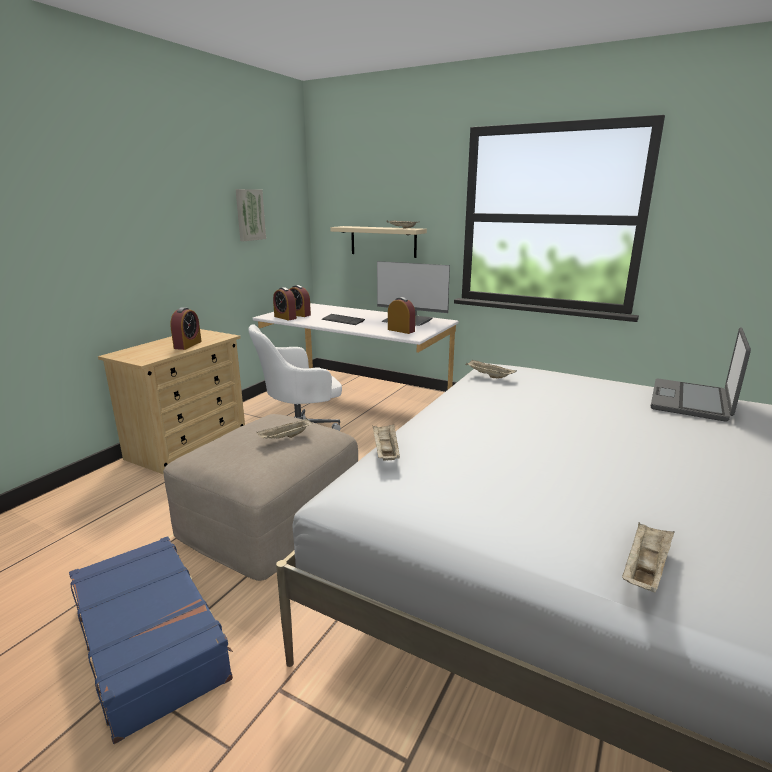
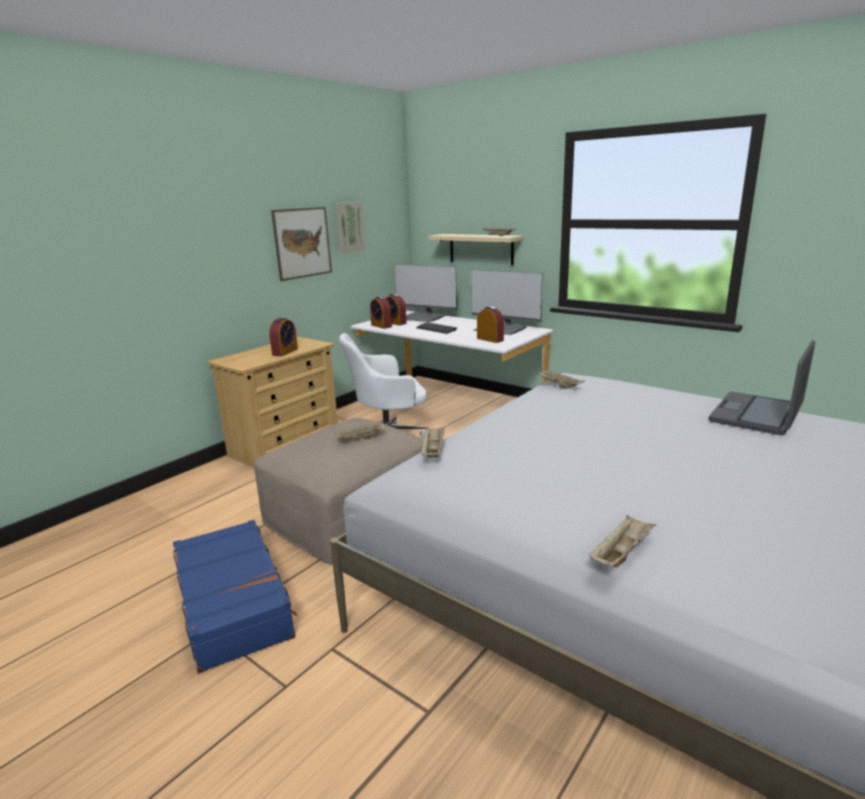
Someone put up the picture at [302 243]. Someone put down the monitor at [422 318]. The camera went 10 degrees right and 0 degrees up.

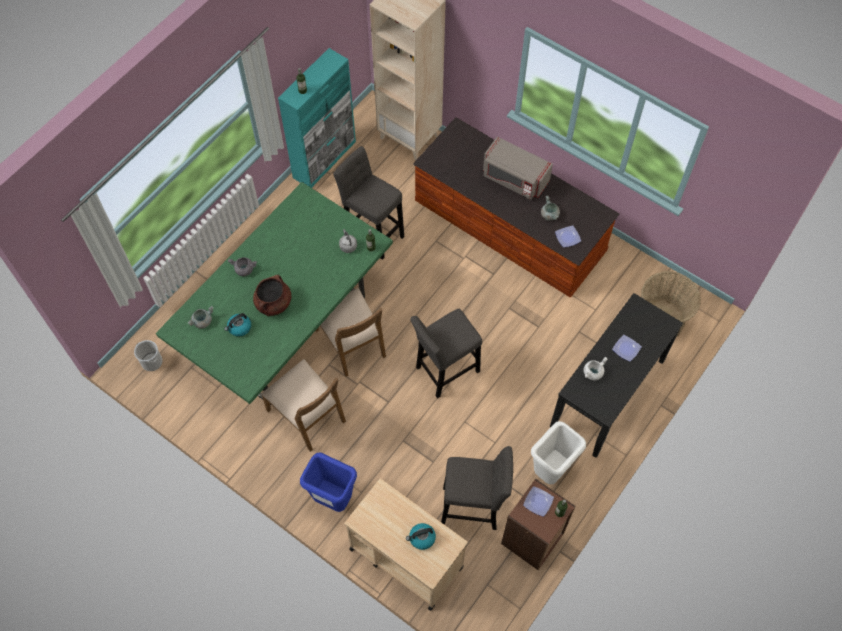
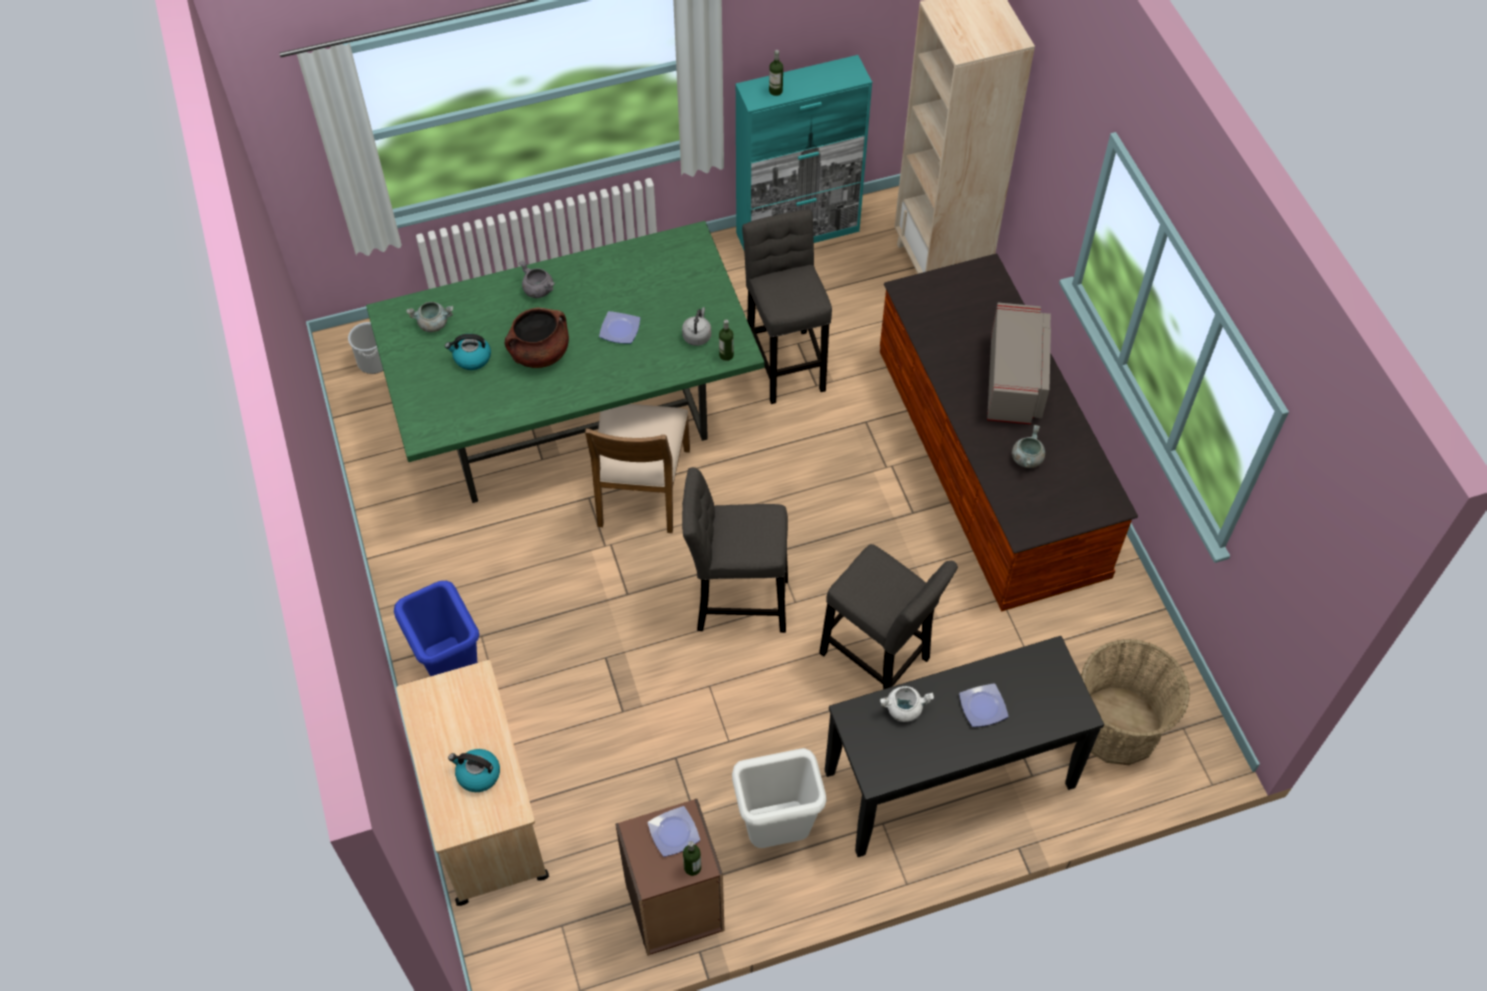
Someone took away the chair/brown at [307 415]. Someone carried the stool/grey from [473 507] to [878 661]. Someone carried the plate from [567 237] to [619 329]. Someone rotated the microwave/grey at [514 179] by 150 degrees counterclockwise. The camera went 35 degrees right and 5 degrees down.

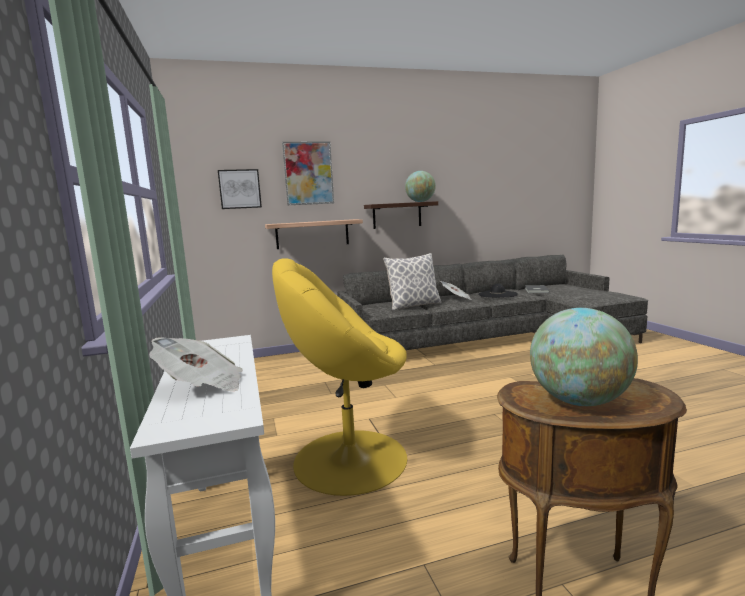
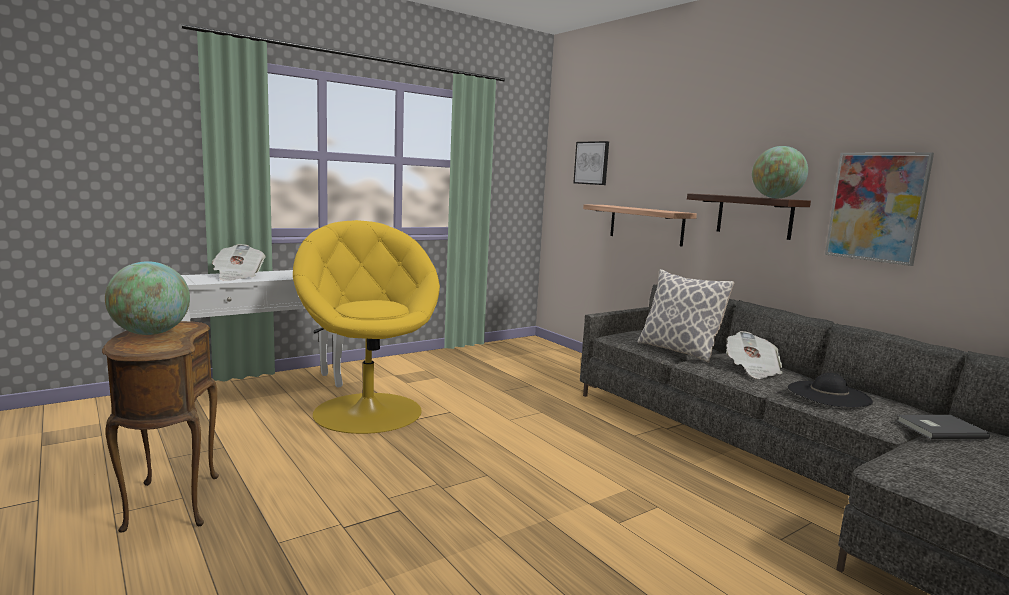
Someone carried the picture from [308 173] to [876 207]. The camera went 70 degrees right and 0 degrees up.

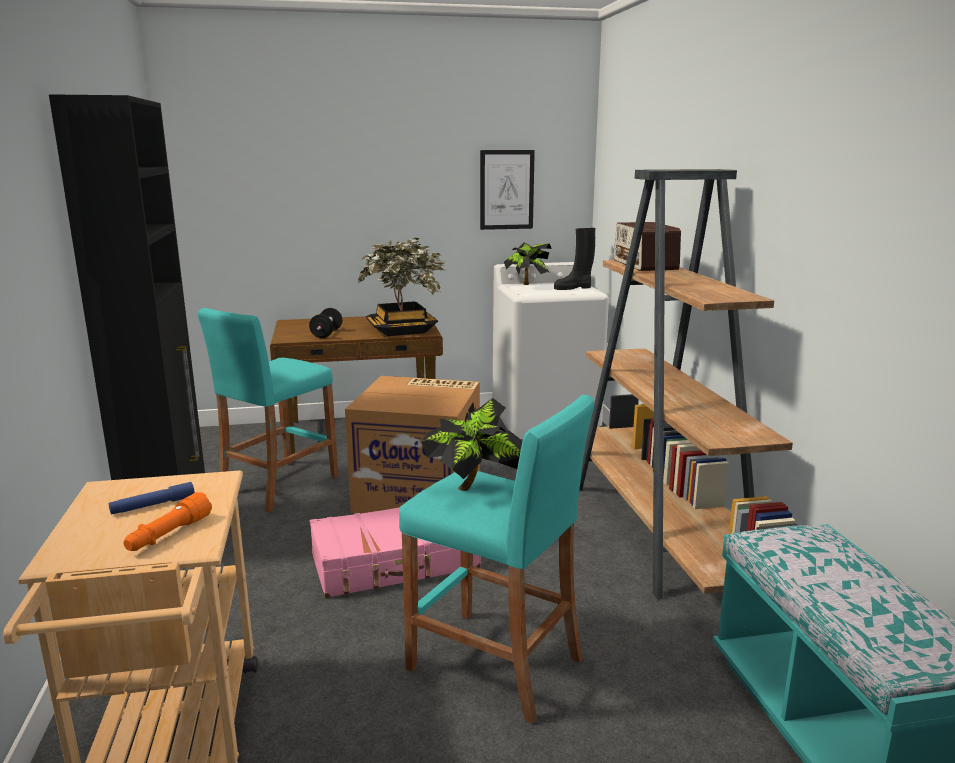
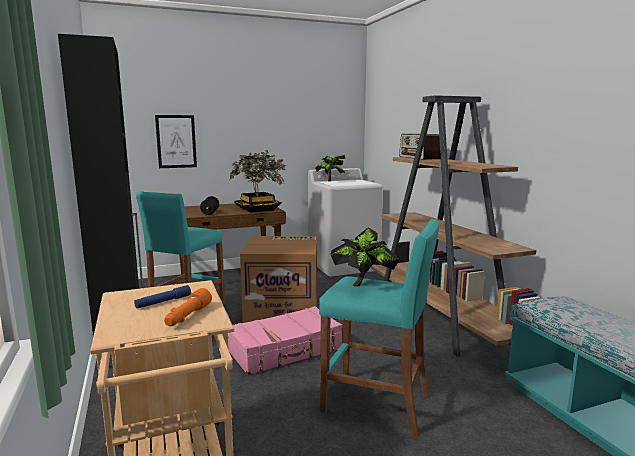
Someone took away the boot/black at [573 288]. Someone carried the picture from [506 190] to [176 141]. The camera went 10 degrees left and 5 degrees down.

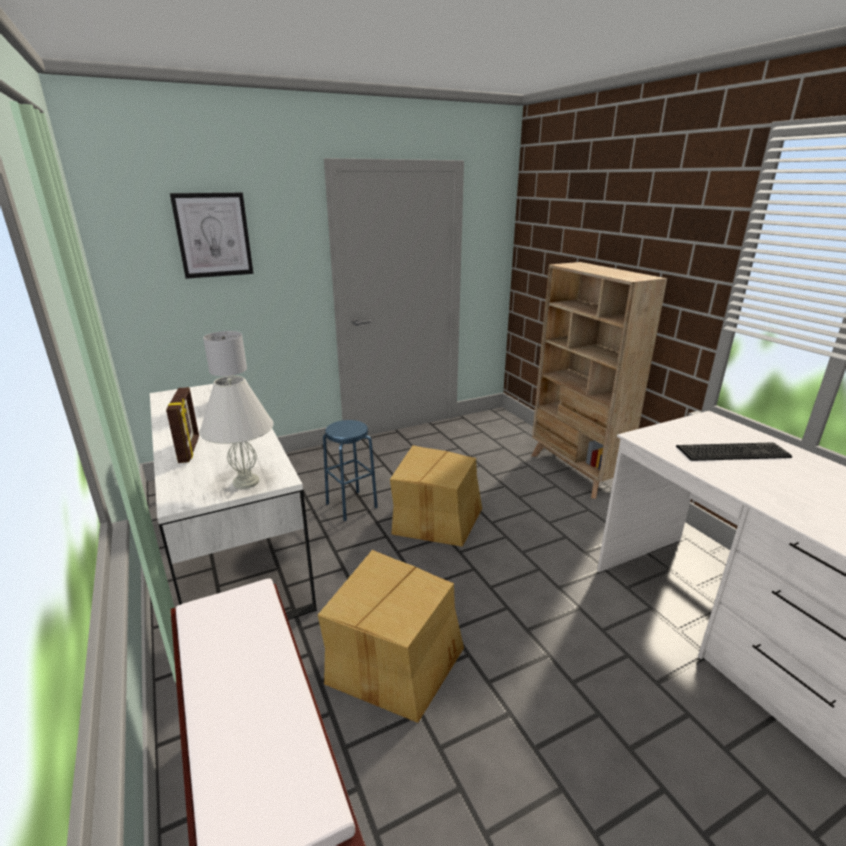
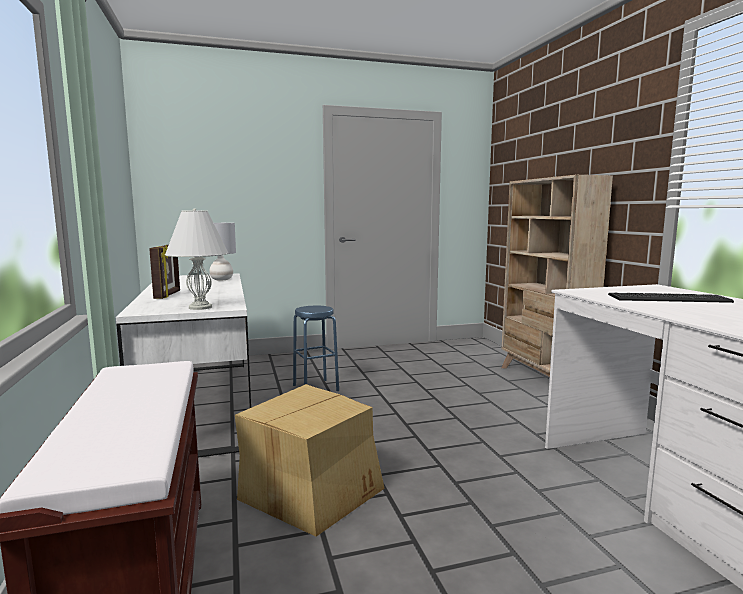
Someone took away the picture at [213 235]. Someone took away the cardboard box at [436 518]. The camera went 10 degrees right and 15 degrees down.

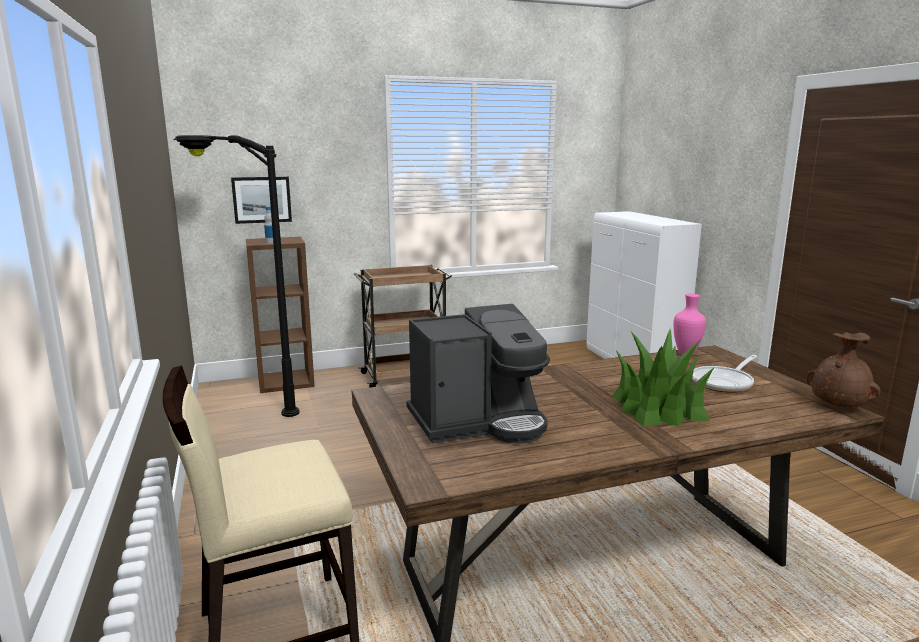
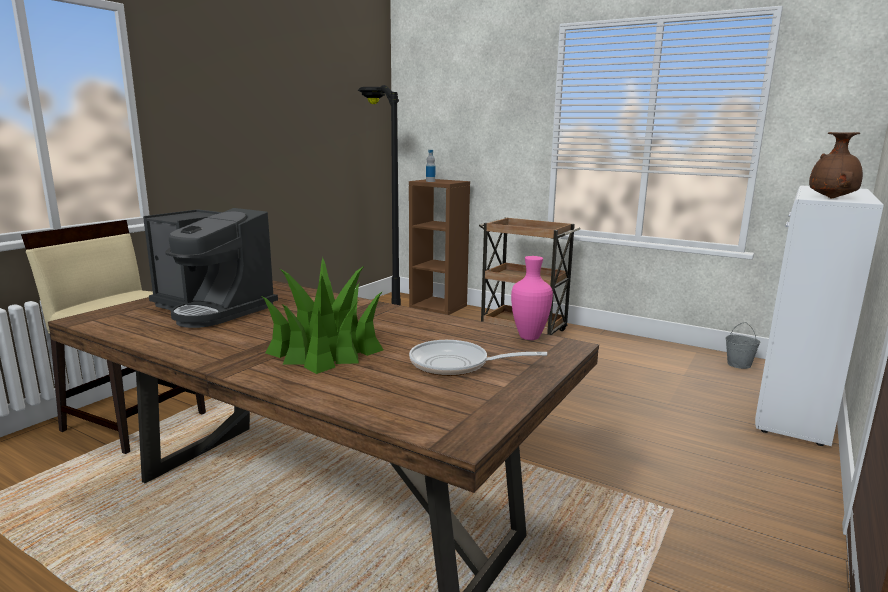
Someone took away the picture at [262 199]. Someone put down the bucket/grey at [739 364]. Someone carried the vase/brown from [838 406] to [832 198]. The camera went 50 degrees right and 0 degrees up.

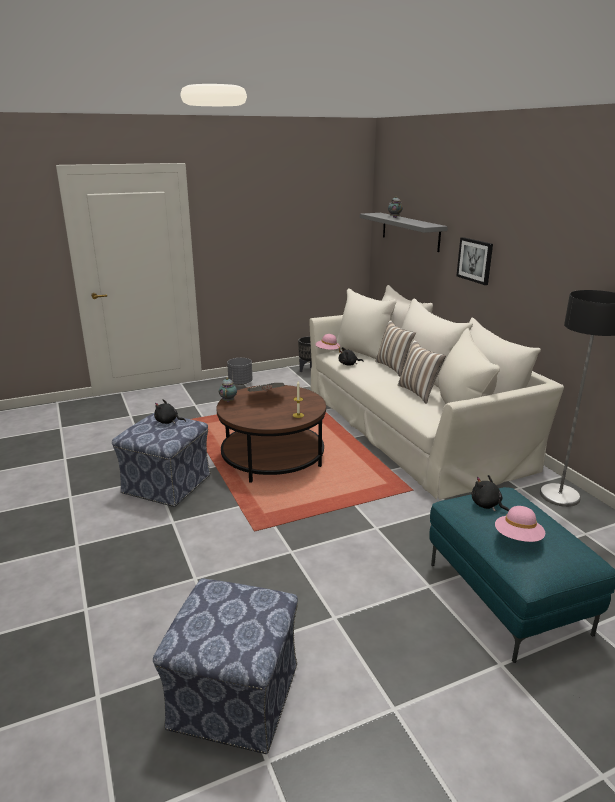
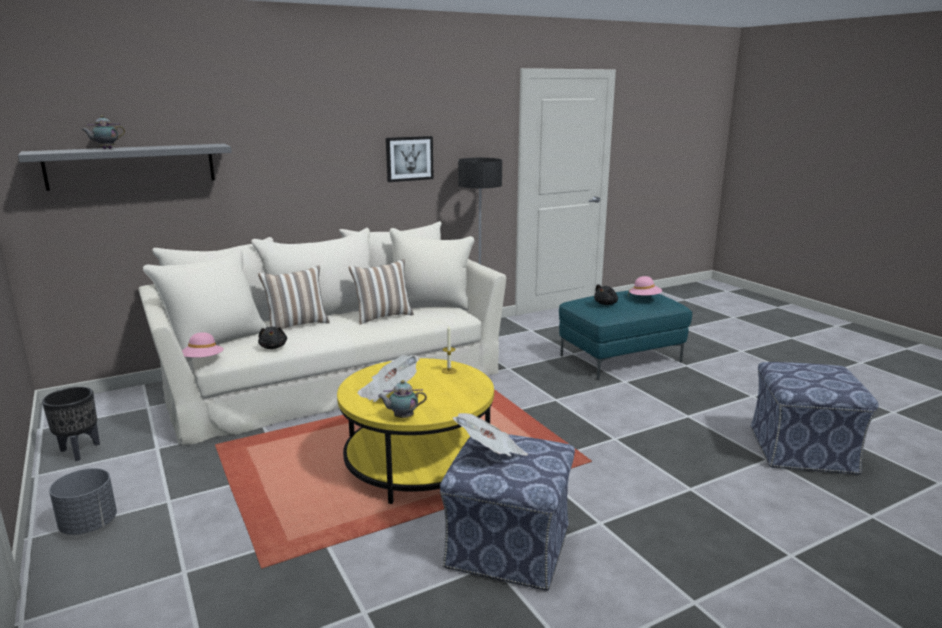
Someone carried the picture from [475 260] to [409 158]. Someone swapped the plush toy/black at [168 422] for the newspaper at [490 452]. Someone repainted the coffee table/brown at [273 458], which became the coffee table/yellow at [418 463]. The camera went 95 degrees left and 5 degrees down.

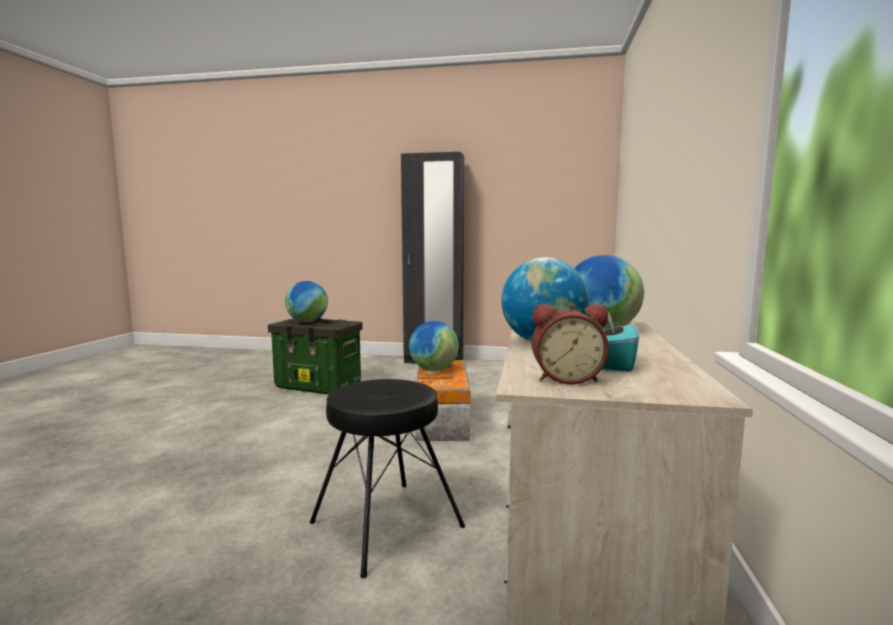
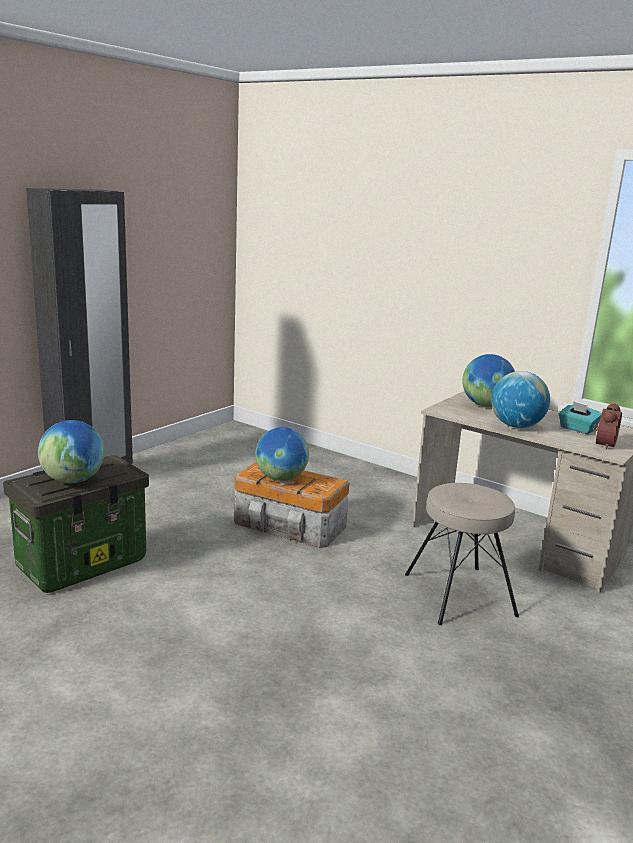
Someone repainted the stool/black at [385 523], which became the stool/beige at [458 595]. The camera went 65 degrees left and 10 degrees up.

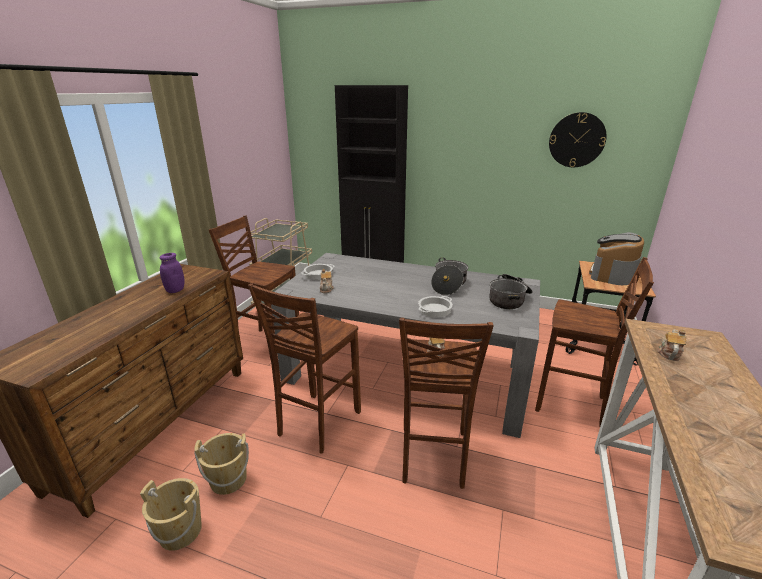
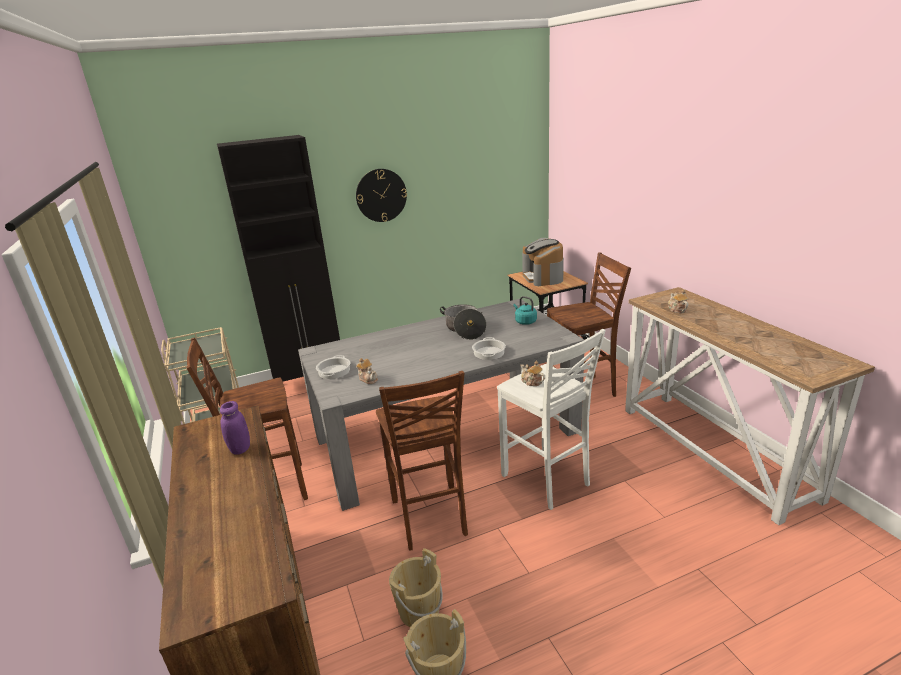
Someone carried the wall clock from [576 140] to [381 195]. Someone swapped the cooking pot at [509 300] for the kettle/turquoise at [525 321]. Someone repainted the stool/brown at [432 458], which became the stool/white at [547 481]. The camera went 40 degrees left and 0 degrees up.

